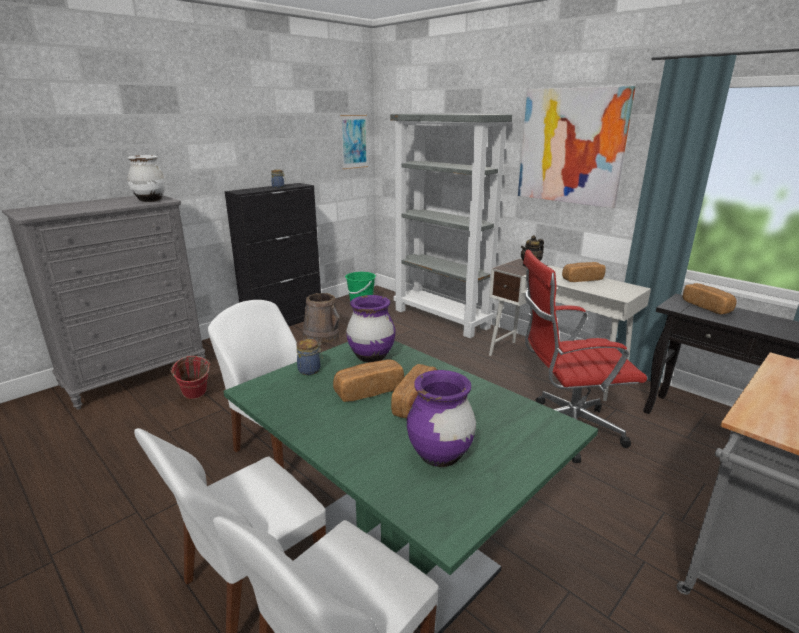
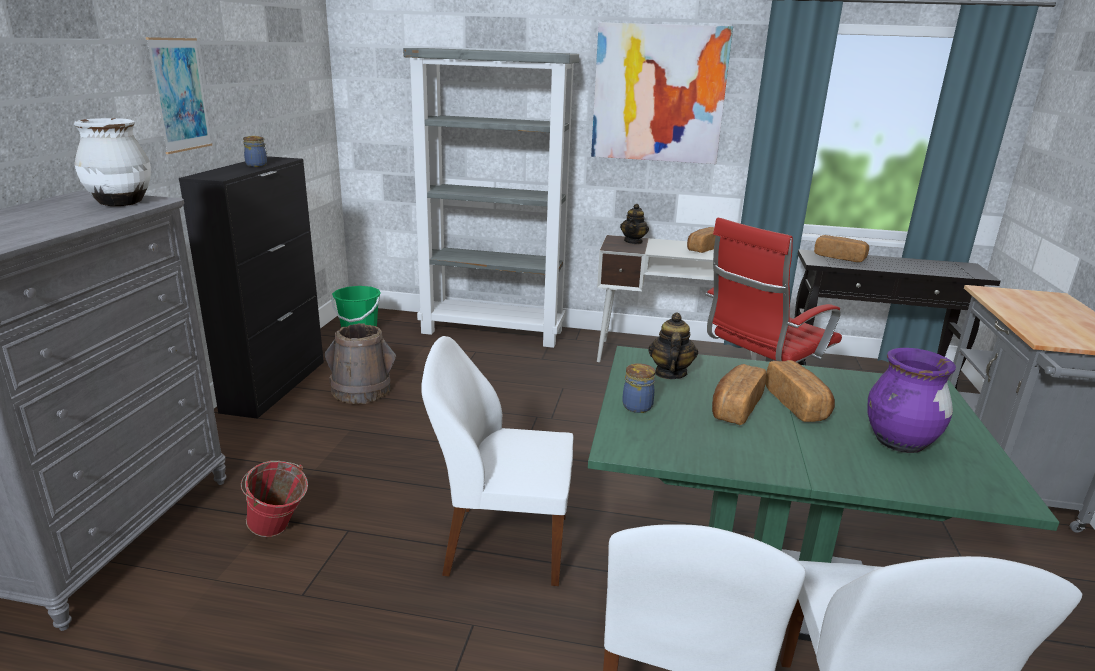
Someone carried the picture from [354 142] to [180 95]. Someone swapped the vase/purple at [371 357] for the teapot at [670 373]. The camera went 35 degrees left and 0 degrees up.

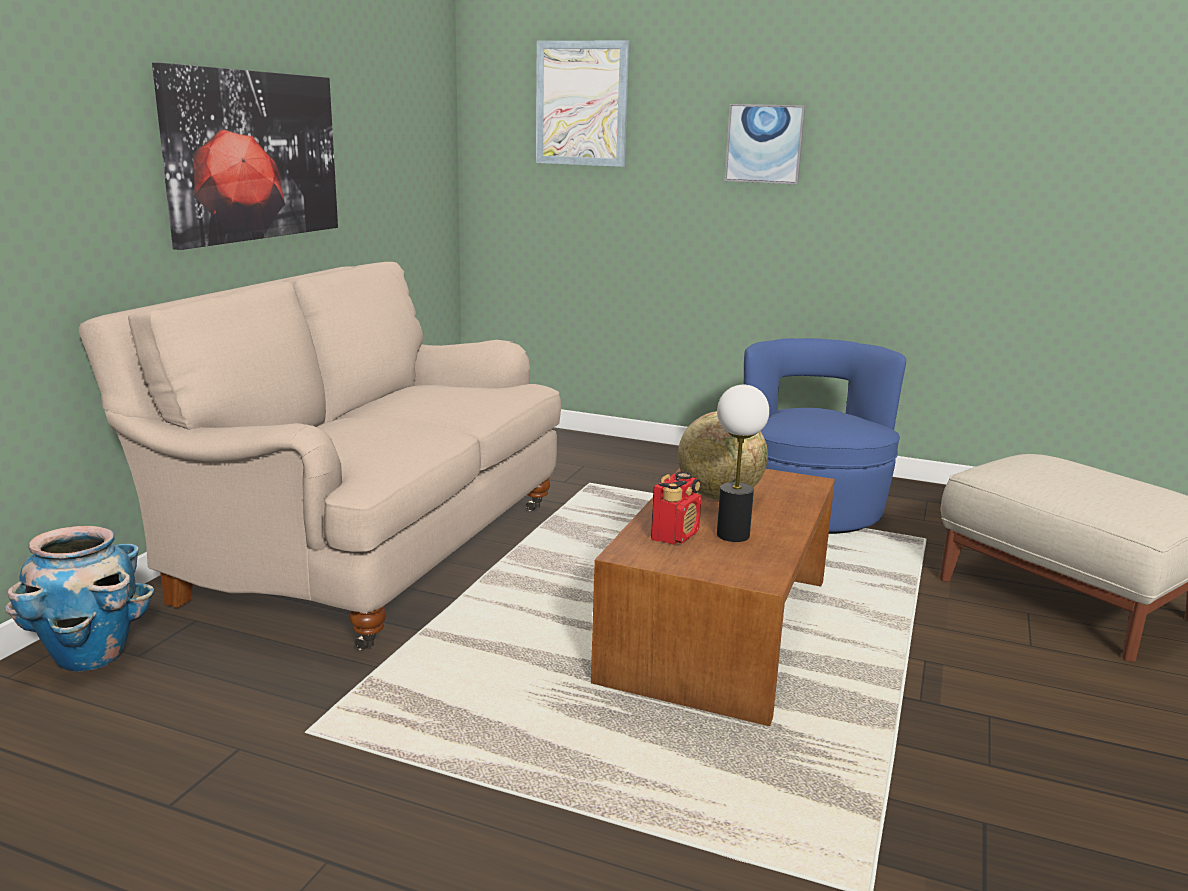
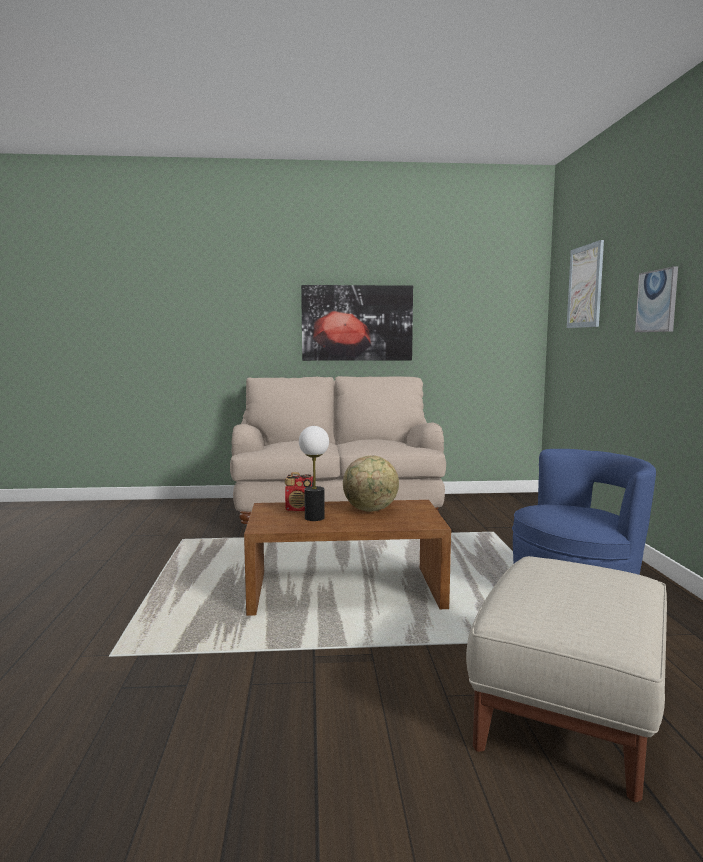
Someone took away the planter at [90 656]. The camera went 65 degrees right and 10 degrees down.

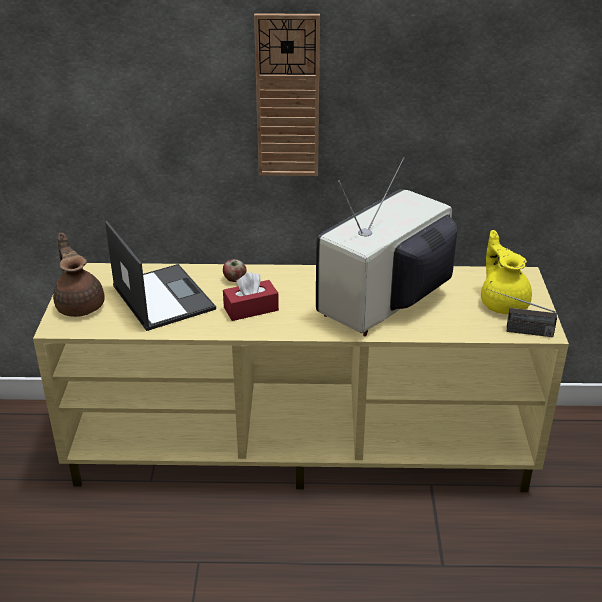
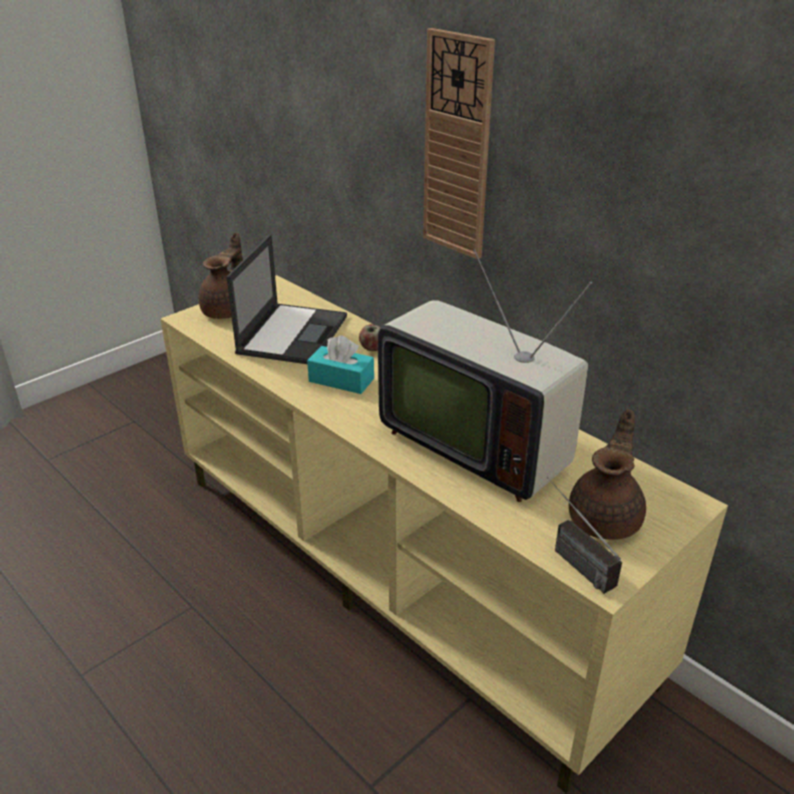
Someone repainted the tissue box/red at [251 309], which became the tissue box/turquoise at [341 380]. Someone repainted the teapot/yellow at [503 303], which became the teapot/brown at [606 518]. Someone rotated the television at [388 302] by 135 degrees counterclockwise. The camera went 45 degrees right and 0 degrees up.

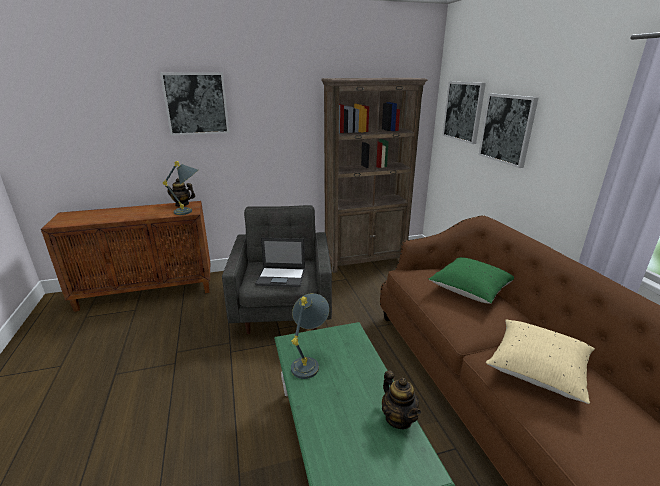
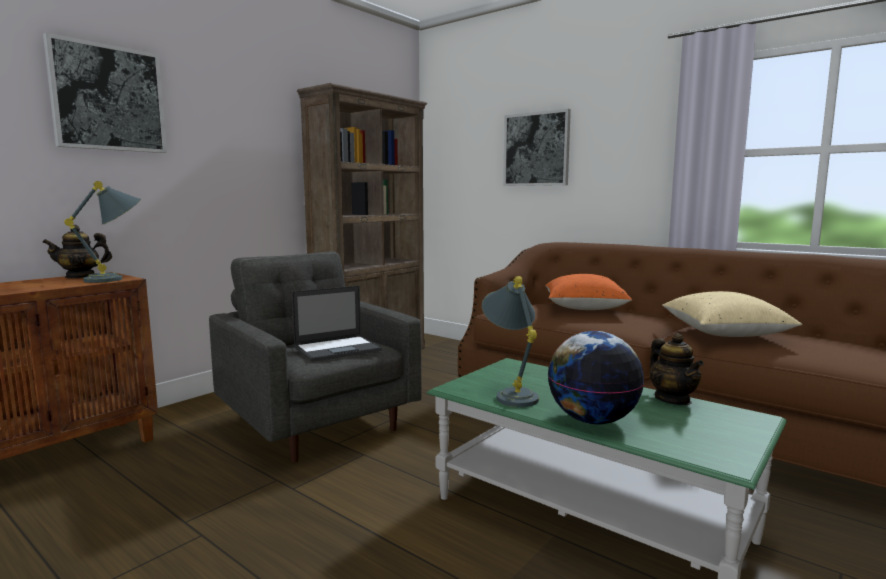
Someone took away the picture at [463 111]. Someone put down the globe at [592 420]. Someone repainted the pillow/green at [470 290], which became the pillow/orange at [584 308]. Someone rotated the teapot at [398 418] by 45 degrees clockwise. The camera went 35 degrees left and 15 degrees down.

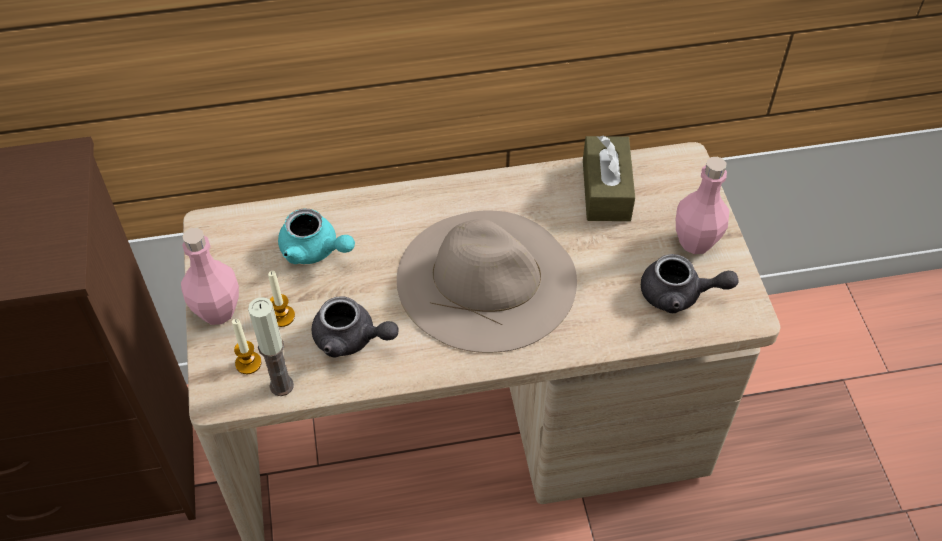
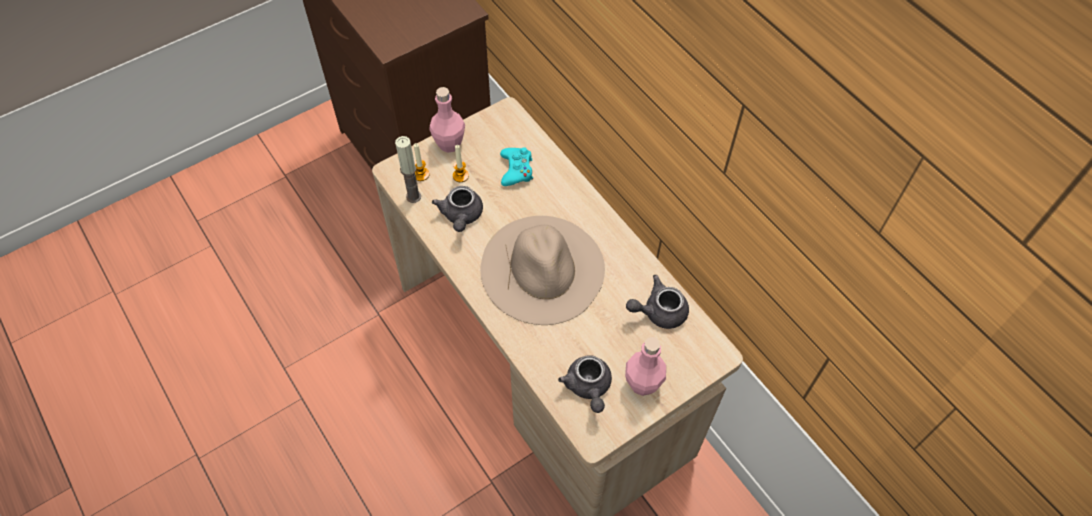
Someone swapped the teapot/turquoise at [315 250] for the game controller/turquoise at [516 170]. Someone swapped the tissue box/brown at [606 190] for the teapot/grey at [658 311]. The camera went 65 degrees right and 5 degrees up.

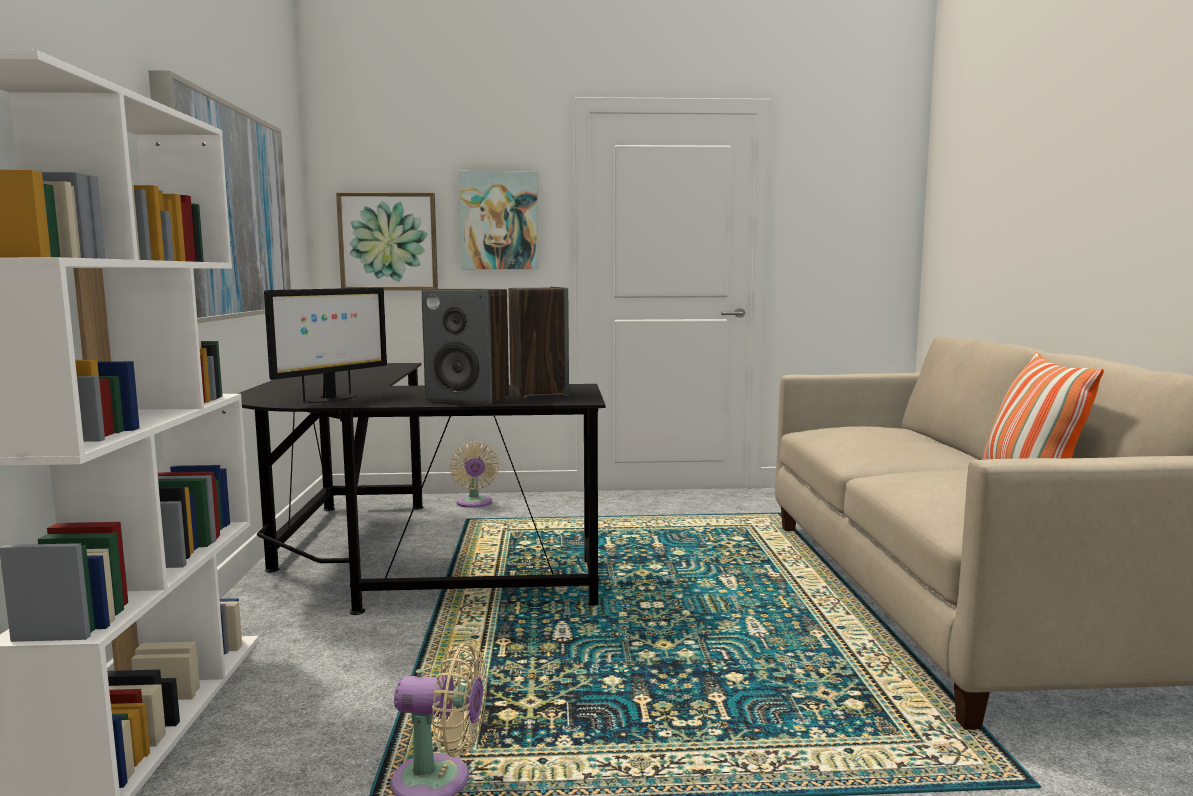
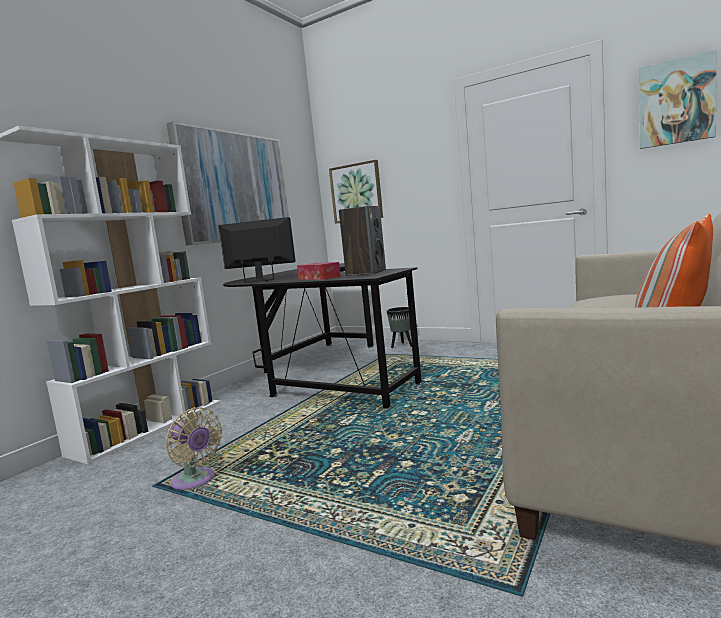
Someone carried the picture from [499 221] to [676 102]. Someone swapped the speaker at [469 398] for the tissue box at [319 278]. Someone swapped the fan/beige at [474 503] for the planter/black at [402 346]. Someone rotated the monitor at [331 399] by 150 degrees counterclockwise. The camera went 35 degrees right and 0 degrees up.

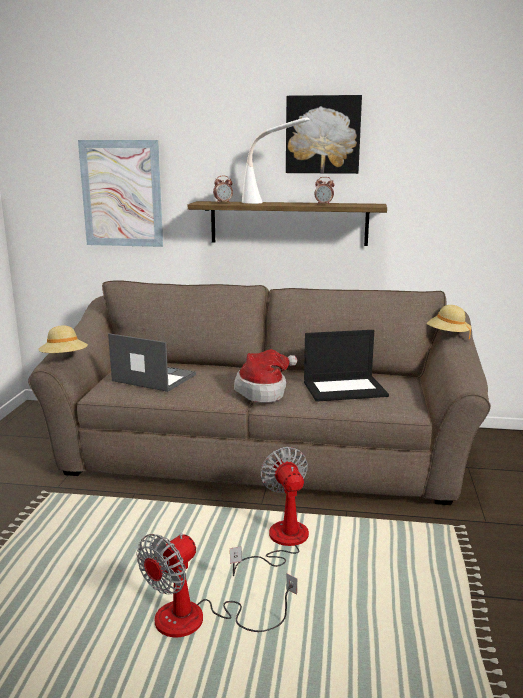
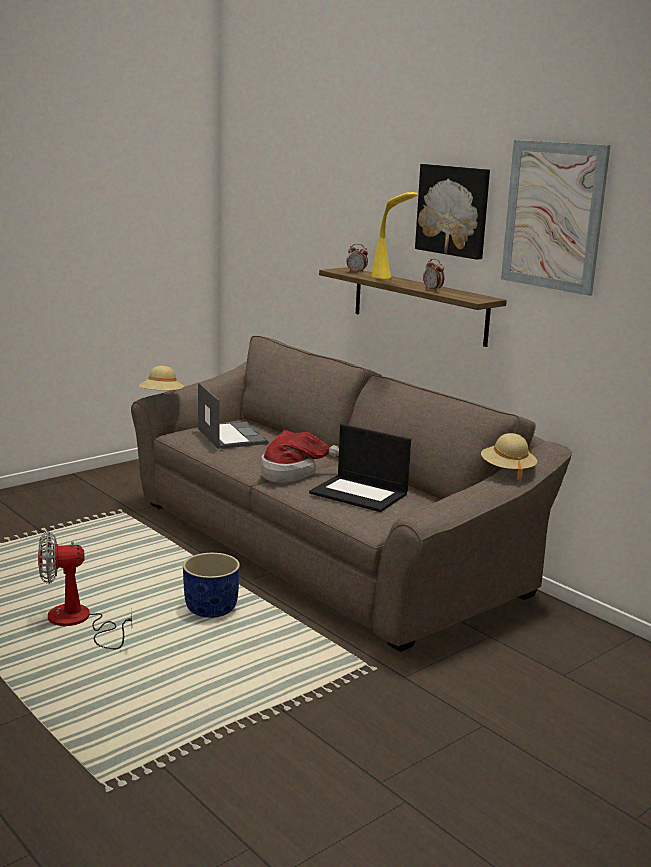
Someone carried the picture from [122 194] to [553 216]. Someone swapped the fan at [280 542] for the planter/blue at [210 609]. Someone repainted the table lamp/white at [274 204], which became the table lamp/yellow at [391 281]. The camera went 40 degrees right and 0 degrees up.

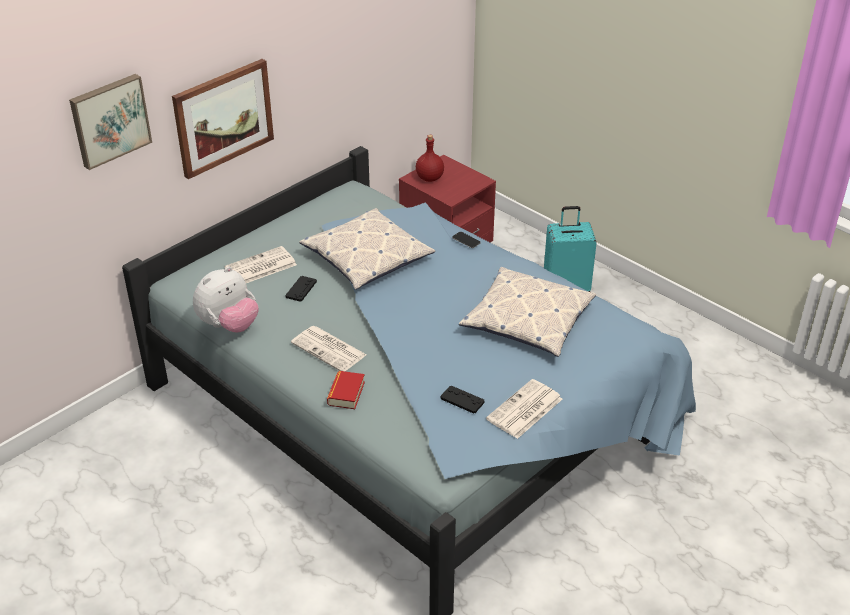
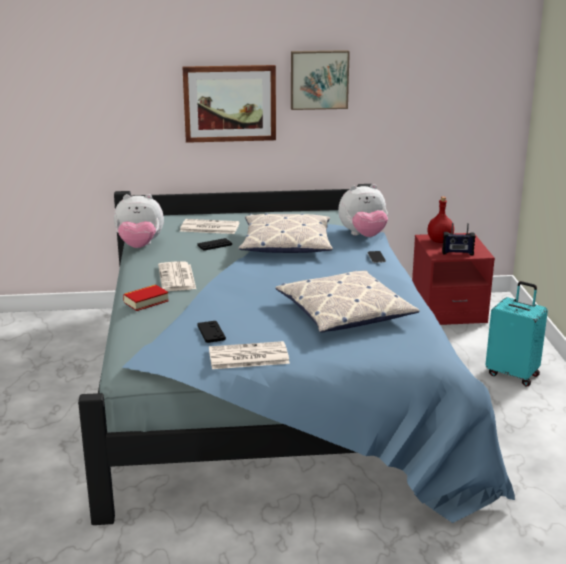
Someone put down the plush toy at [363 236]. Someone put down the radio at [457 253]. Someone carried the picture from [109 120] to [319 79]. The camera went 40 degrees right and 15 degrees down.

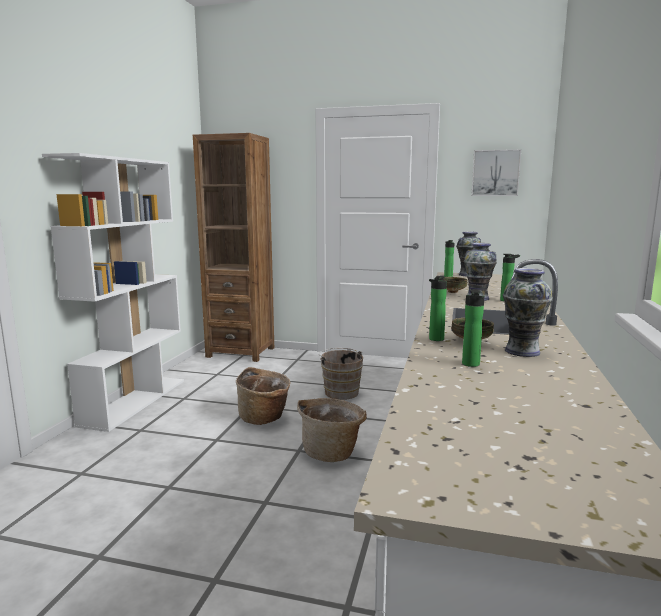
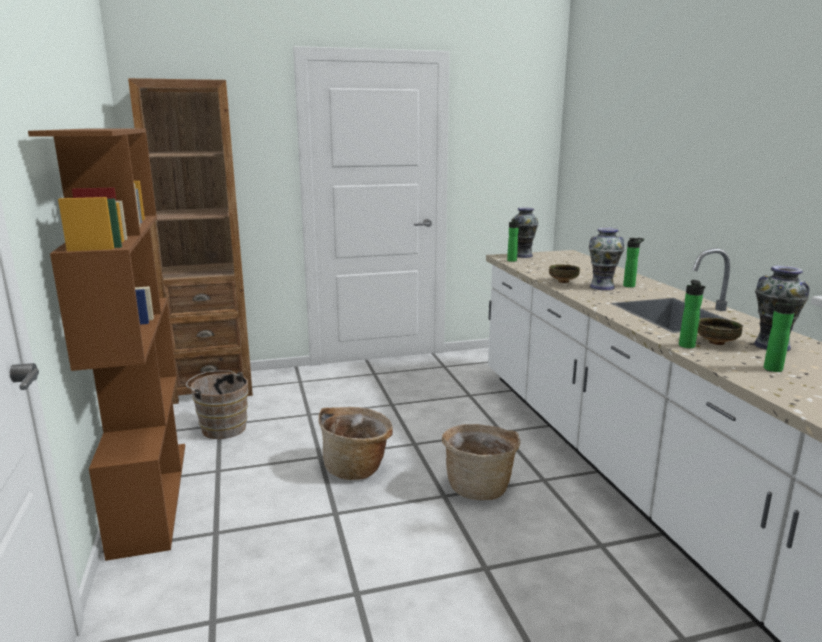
Someone took away the picture at [495 173]. Someone carried the bucket/brown from [340 392] to [222 427]. Someone repainted the bookcase/white at [135 401], which became the bookcase/brown at [150 494]. The camera went 30 degrees left and 5 degrees up.

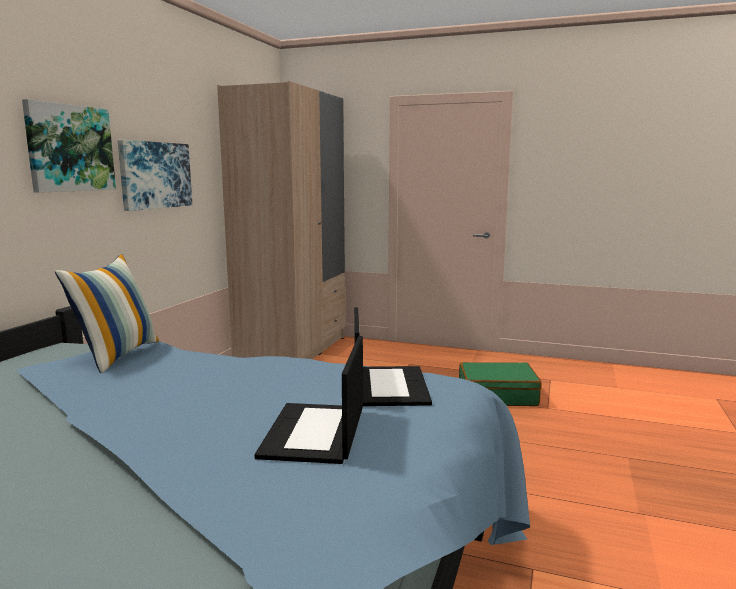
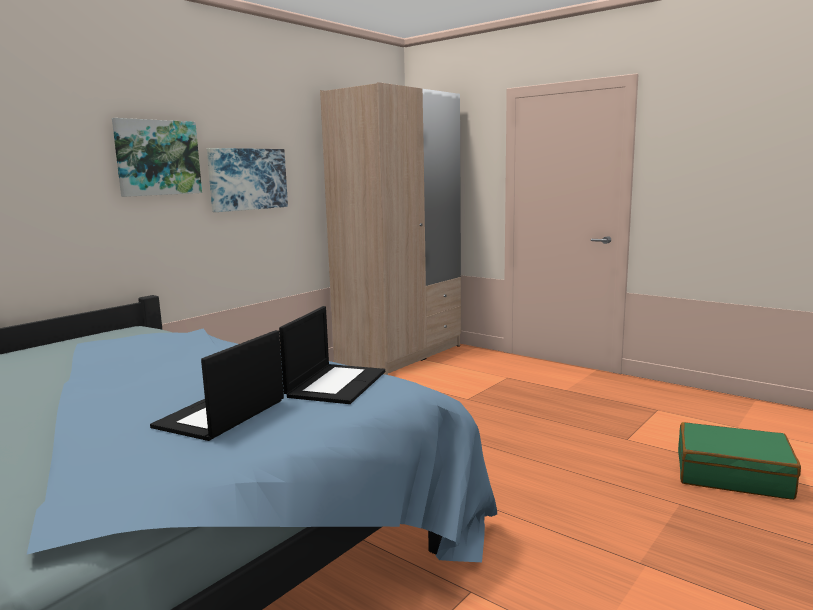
Someone took away the pillow at [117 355]. Someone carried the suitcase/green from [497 395] to [732 474]. The camera went 20 degrees right and 0 degrees up.

